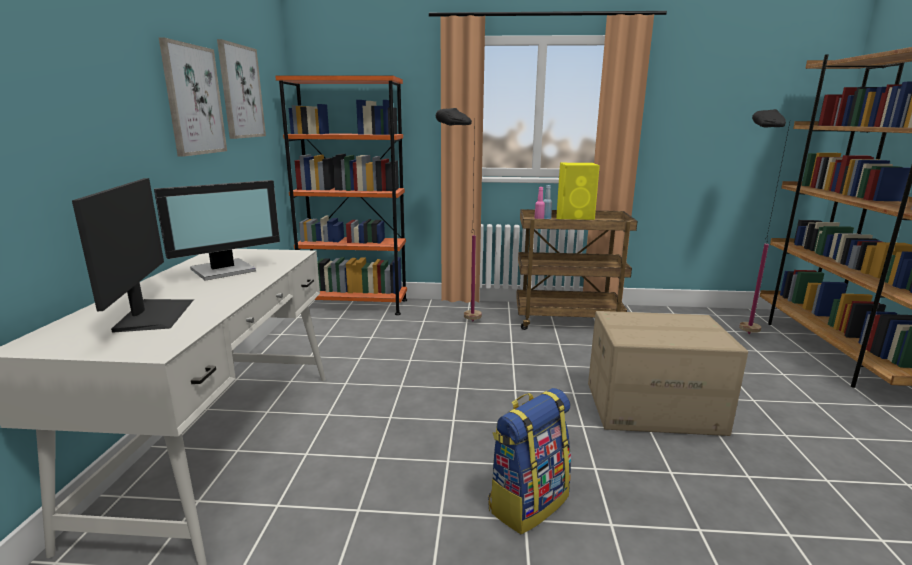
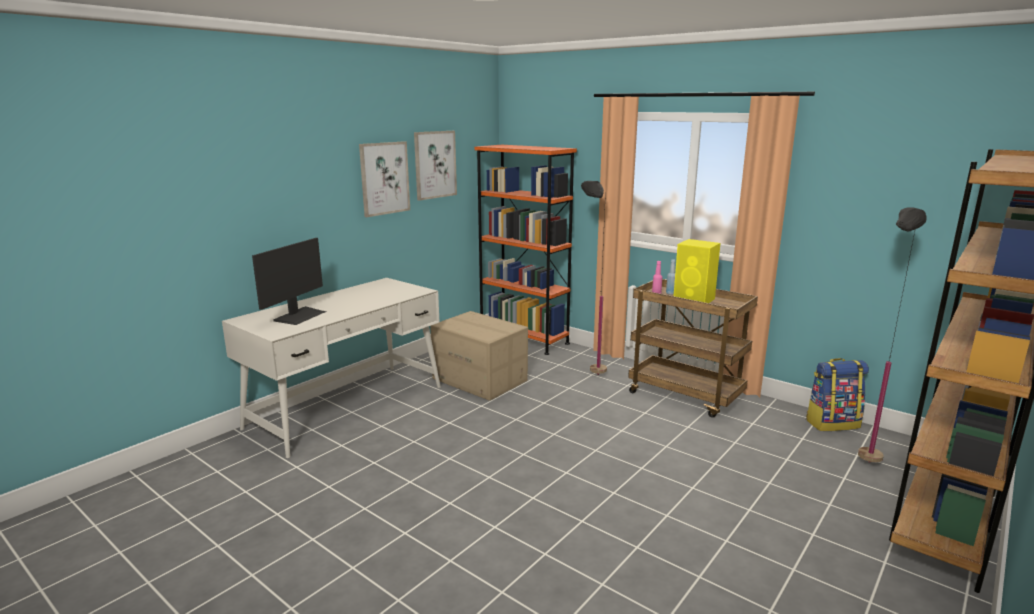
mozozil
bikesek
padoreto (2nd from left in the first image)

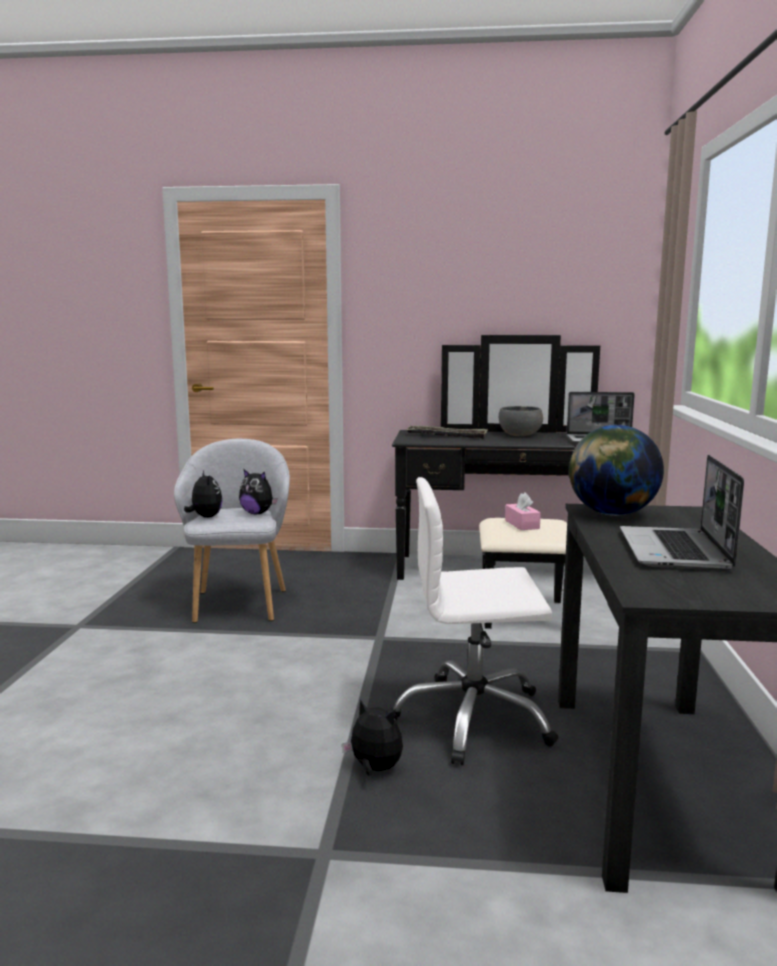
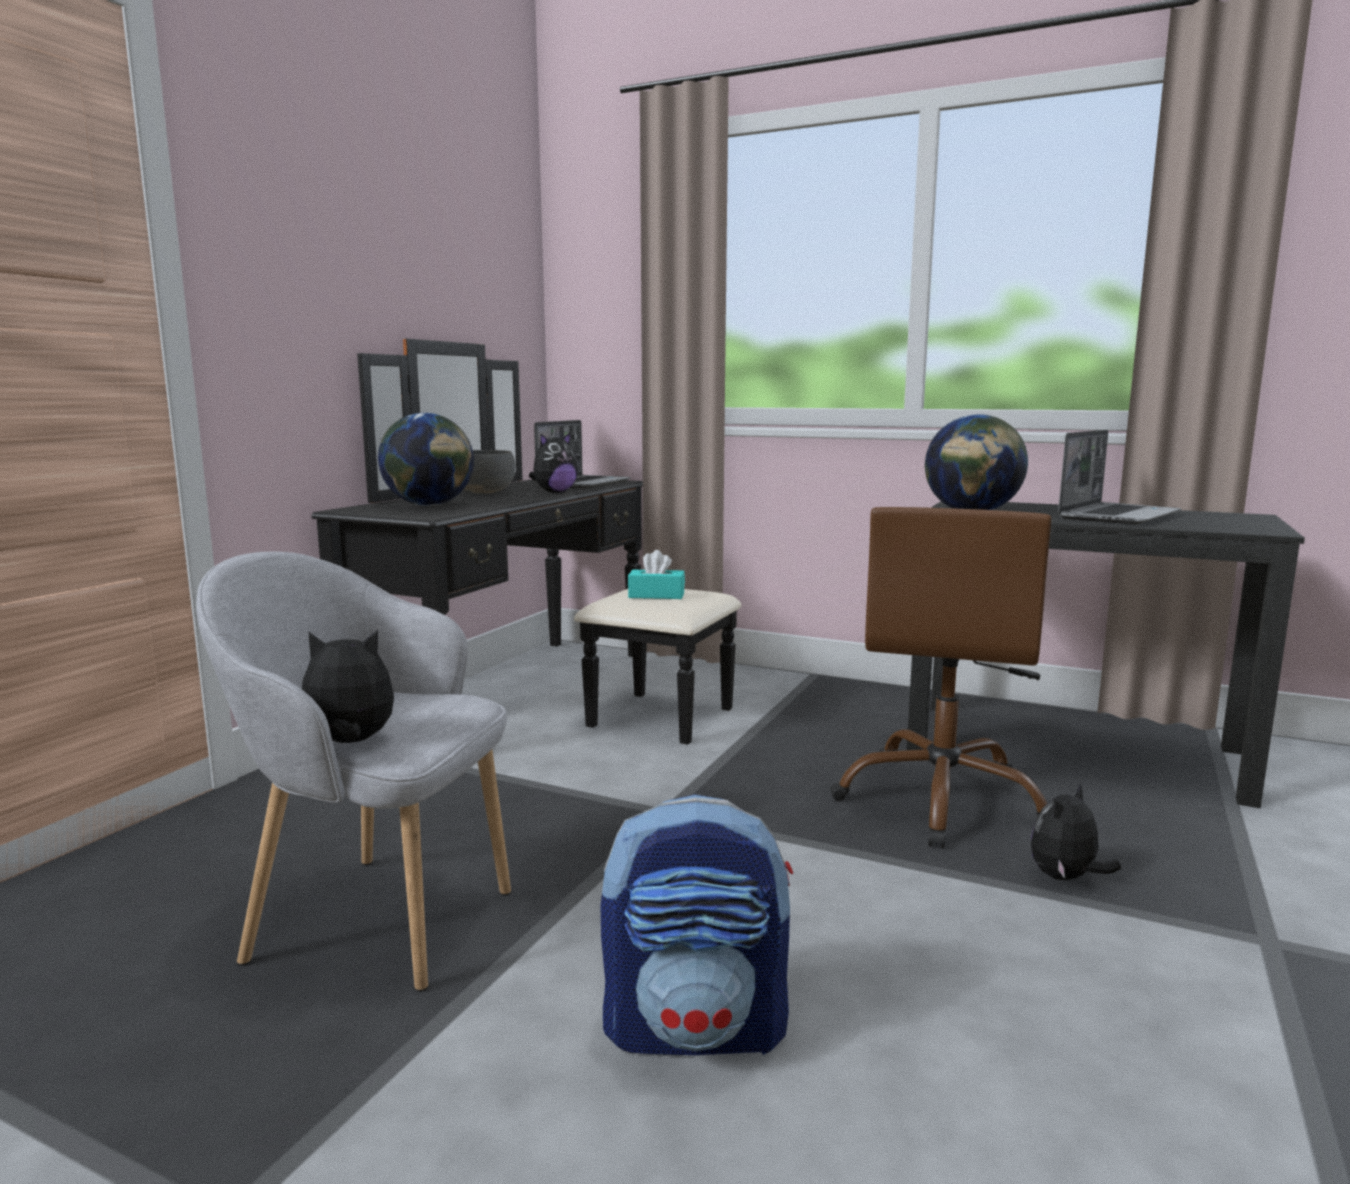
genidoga (1st from left)
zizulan (2nd from left)
bikesek
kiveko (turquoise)
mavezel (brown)
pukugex (2nd from left)

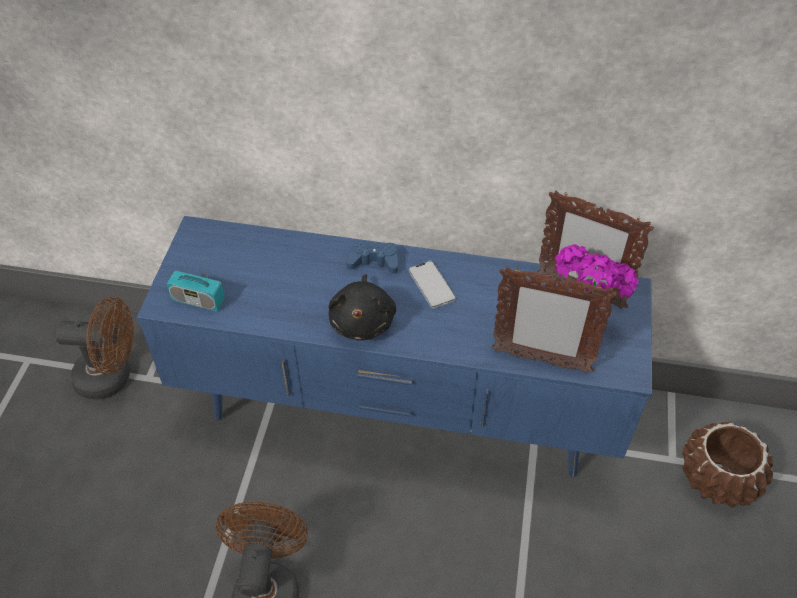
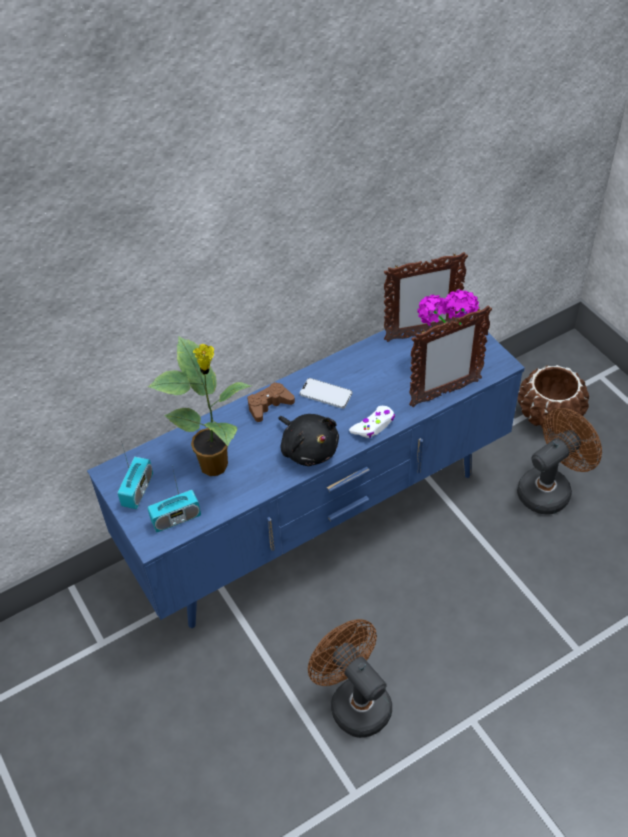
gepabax (1st from left)
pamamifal (1st from left)
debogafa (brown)
debogafa (white)
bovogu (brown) (2nd from left)

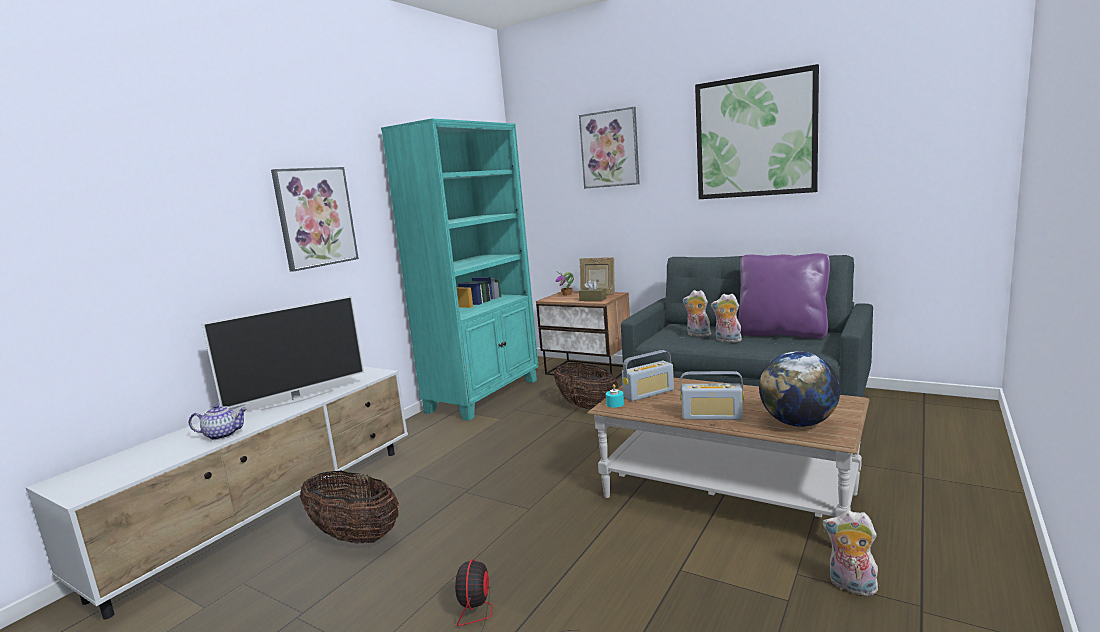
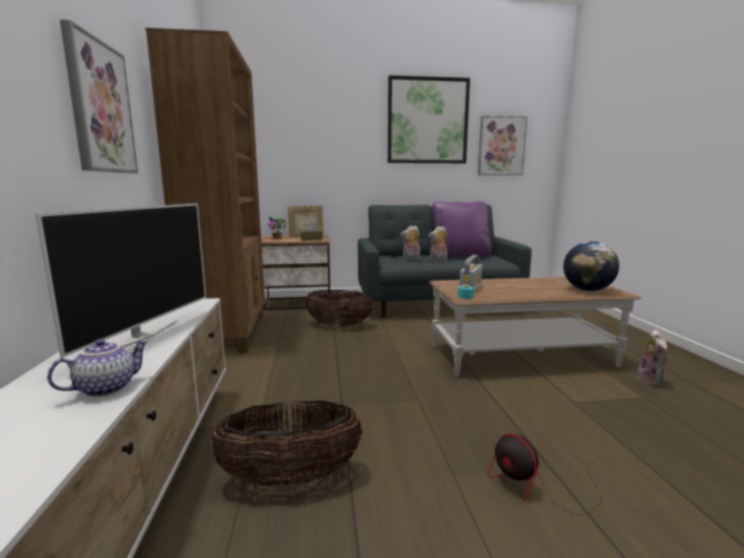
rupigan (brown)
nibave (3rd from left)
zizulan (3rd from left)
gepabax (2nd from left in the first image)

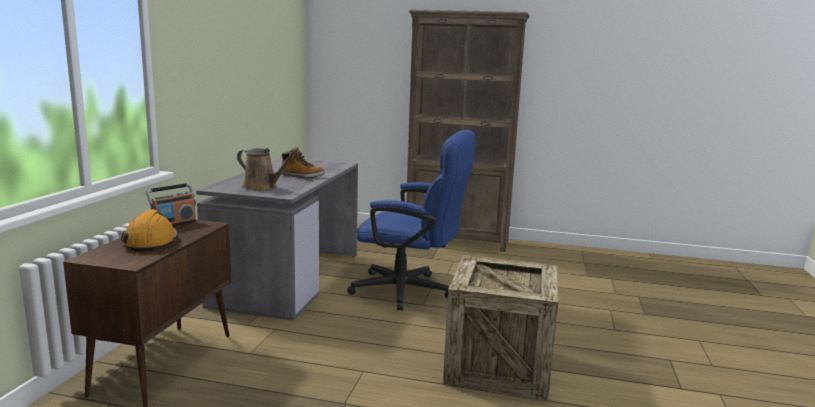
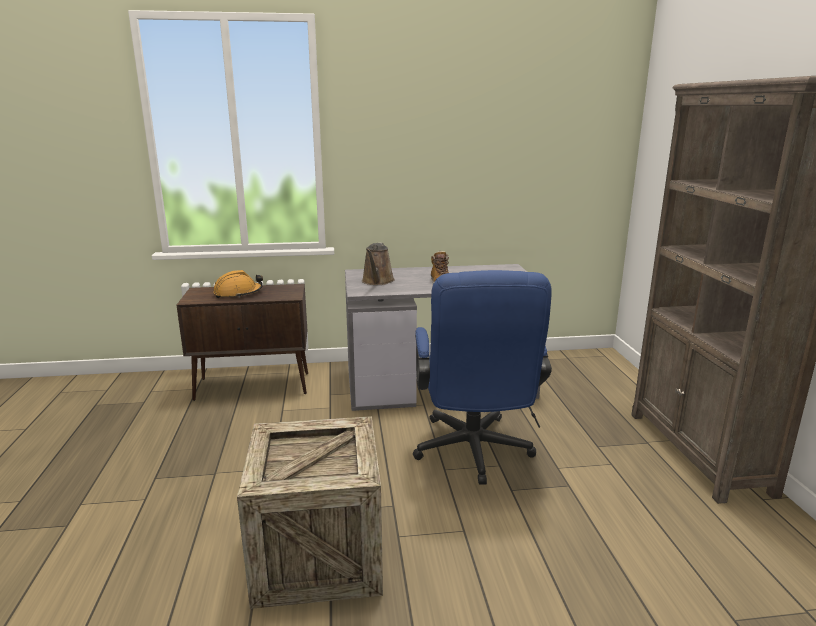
gepabax

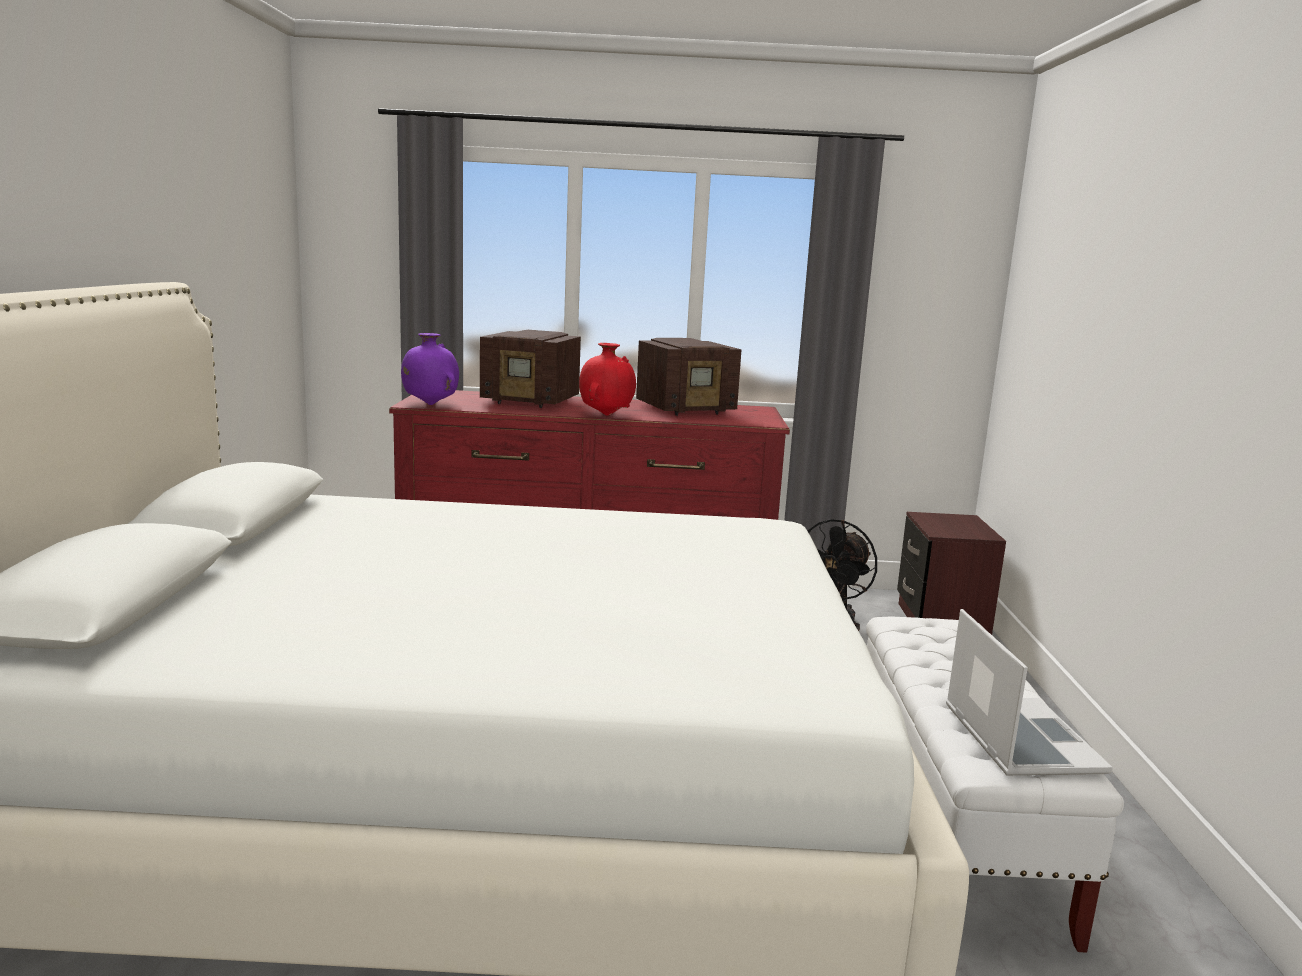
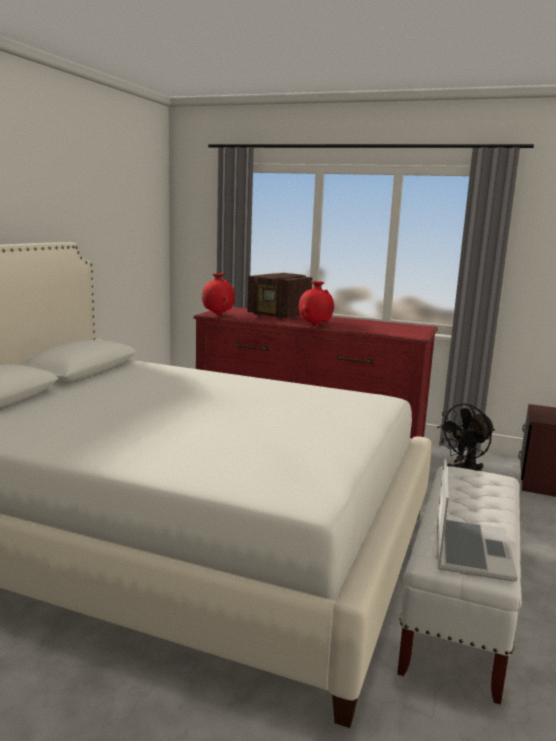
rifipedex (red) (1st from left)
gepabax (2nd from left in the first image)

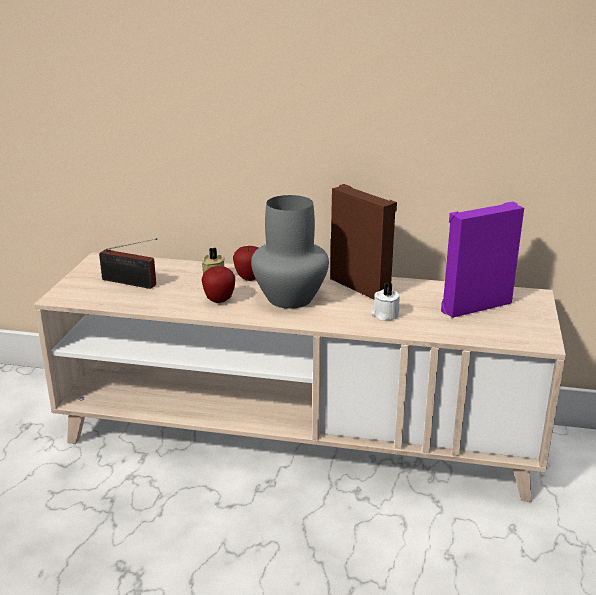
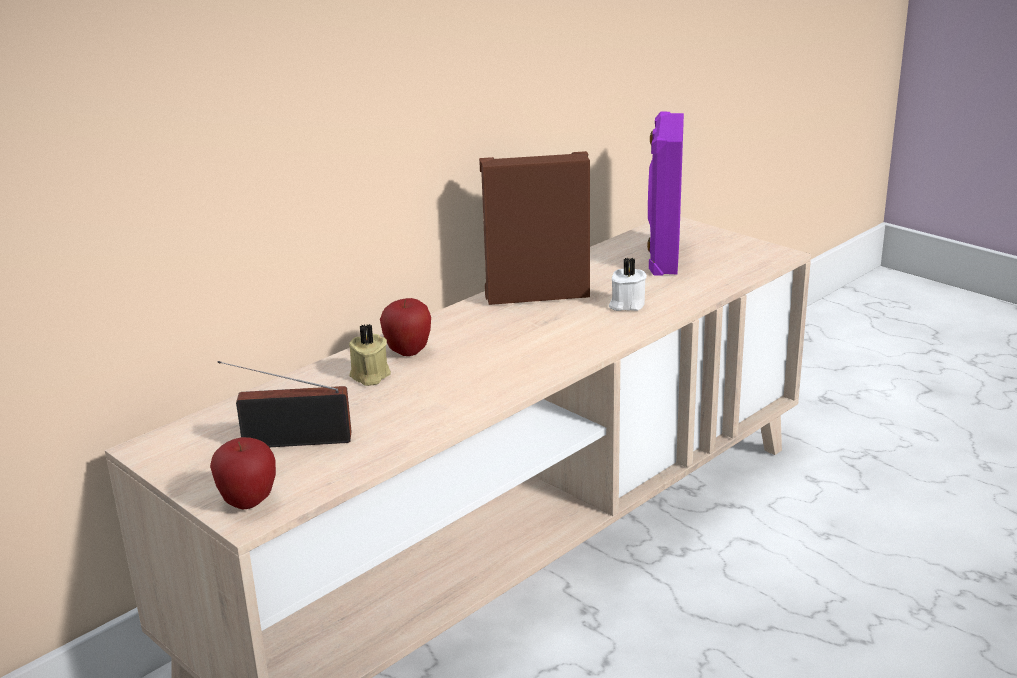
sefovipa (1st from left)
gepabax
rifipedex (grey)

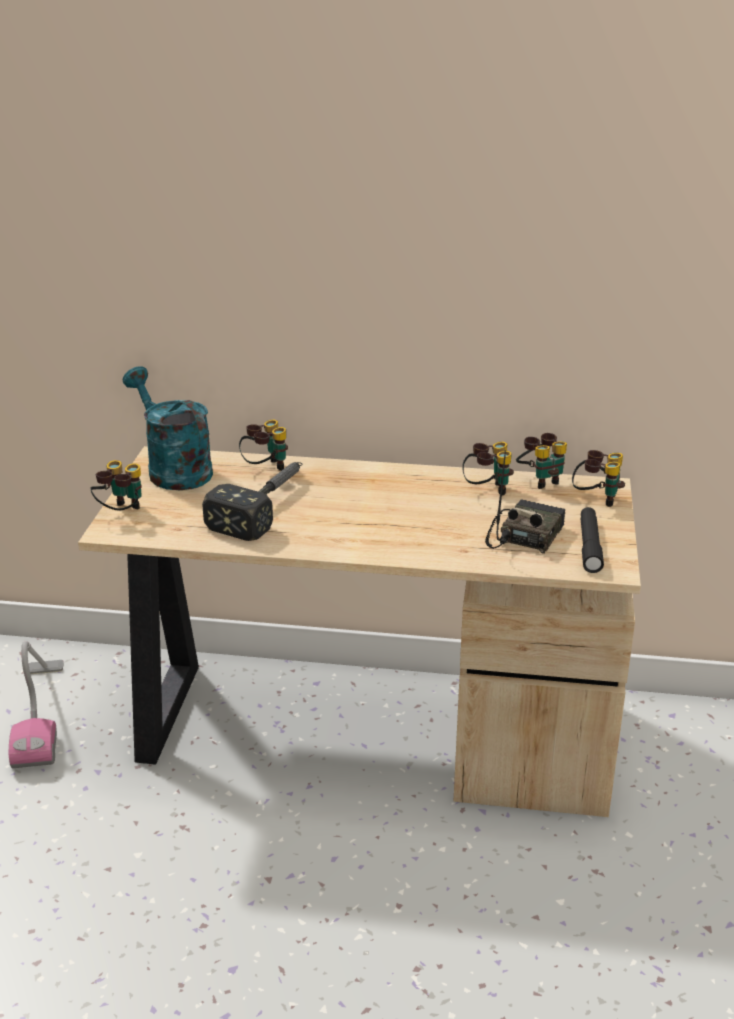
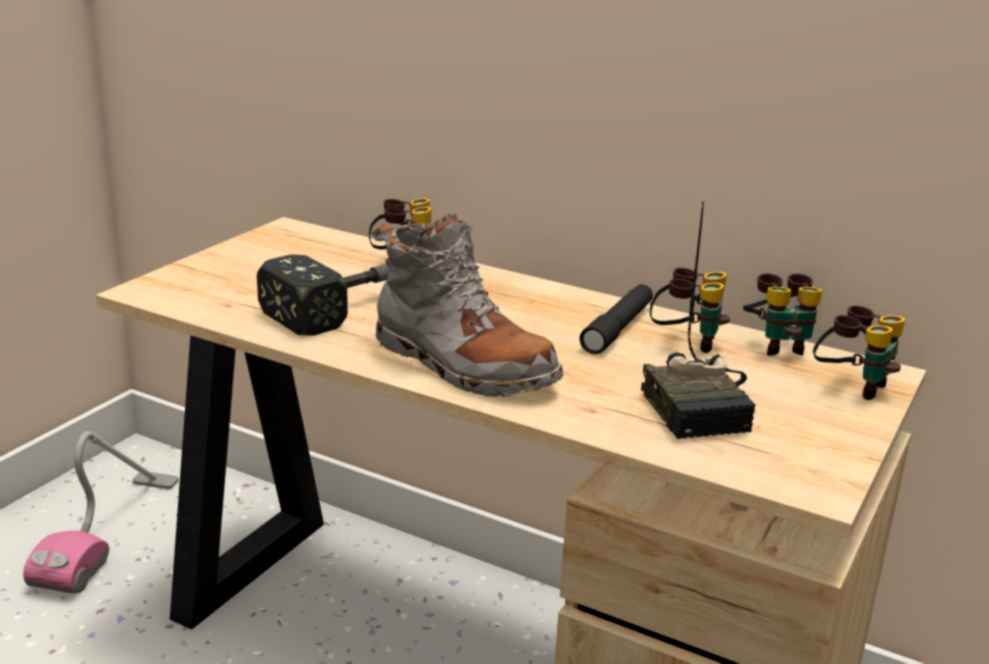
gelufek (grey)
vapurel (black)
gepabax
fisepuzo (1st from left in the first image)
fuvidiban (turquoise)

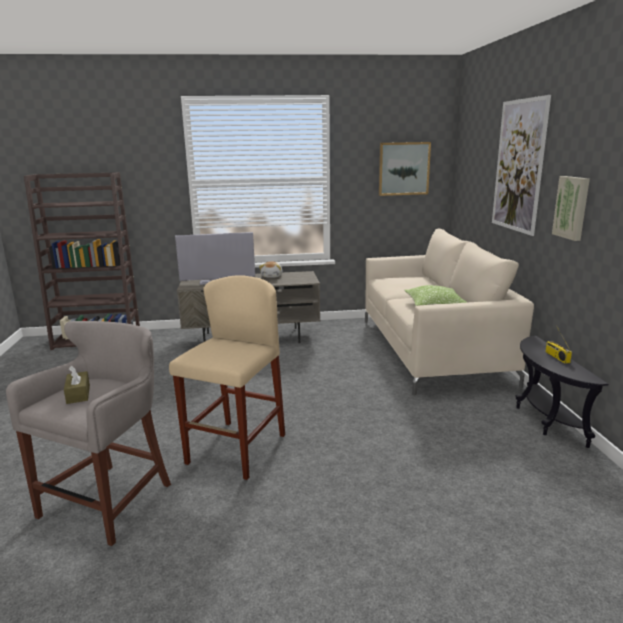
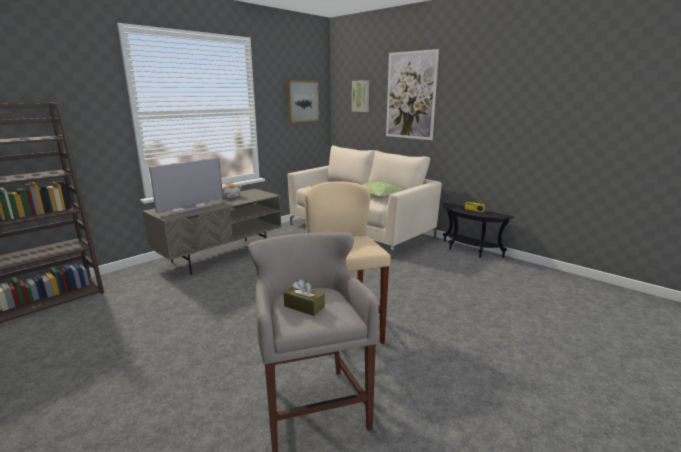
nibave (2nd from left)

